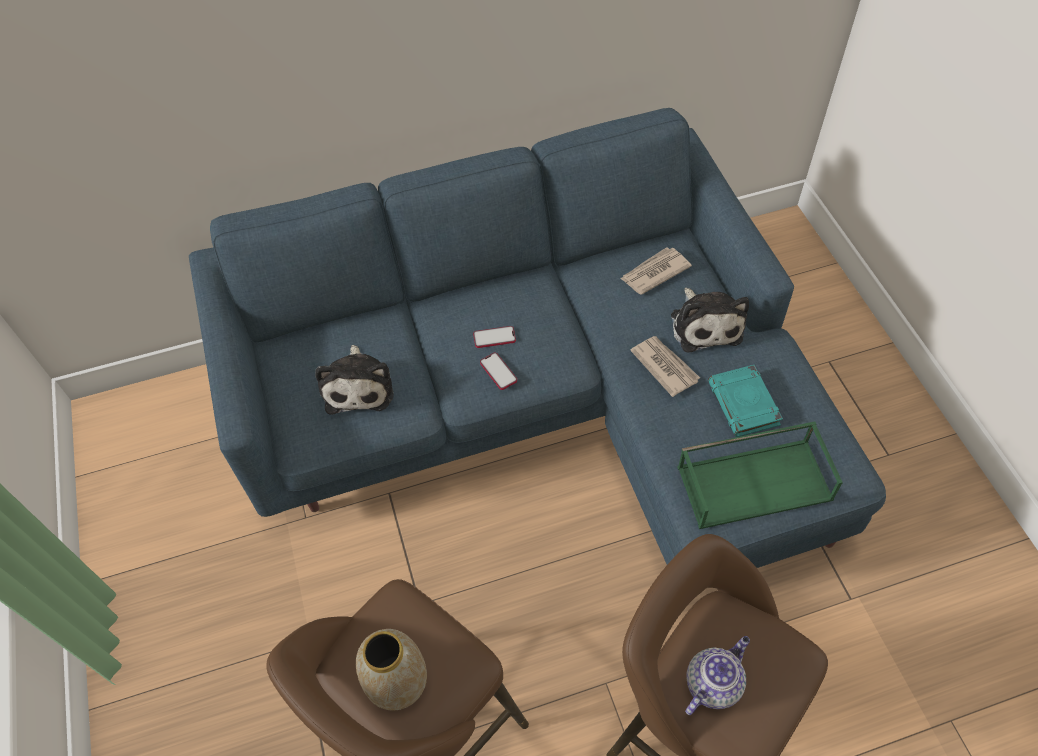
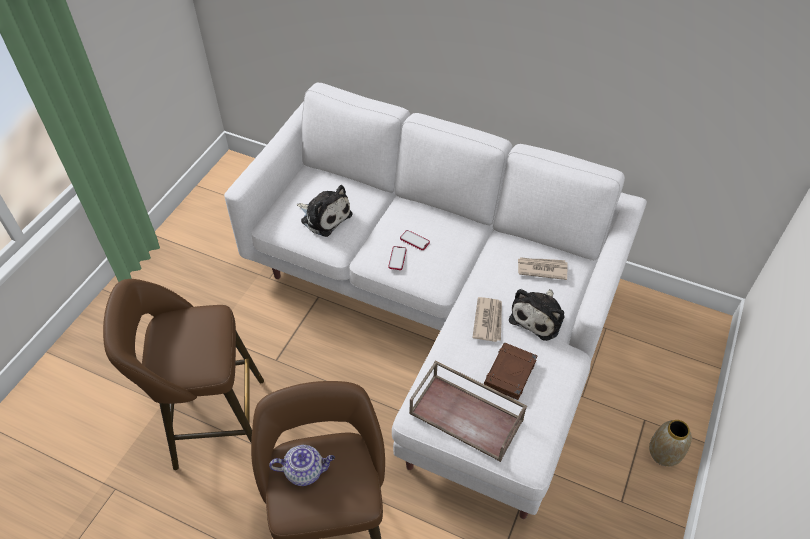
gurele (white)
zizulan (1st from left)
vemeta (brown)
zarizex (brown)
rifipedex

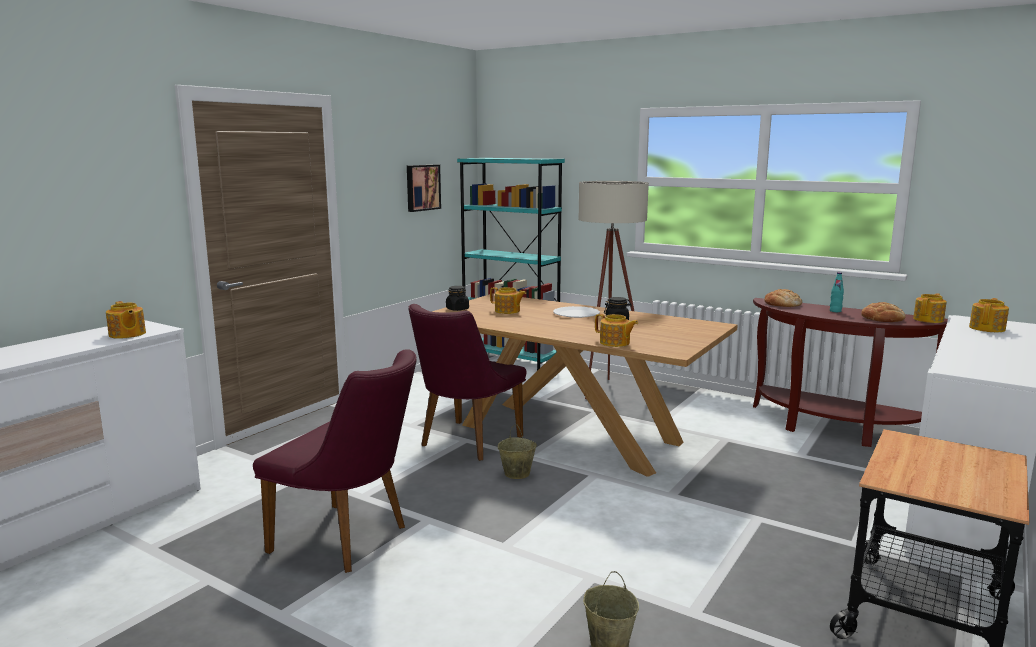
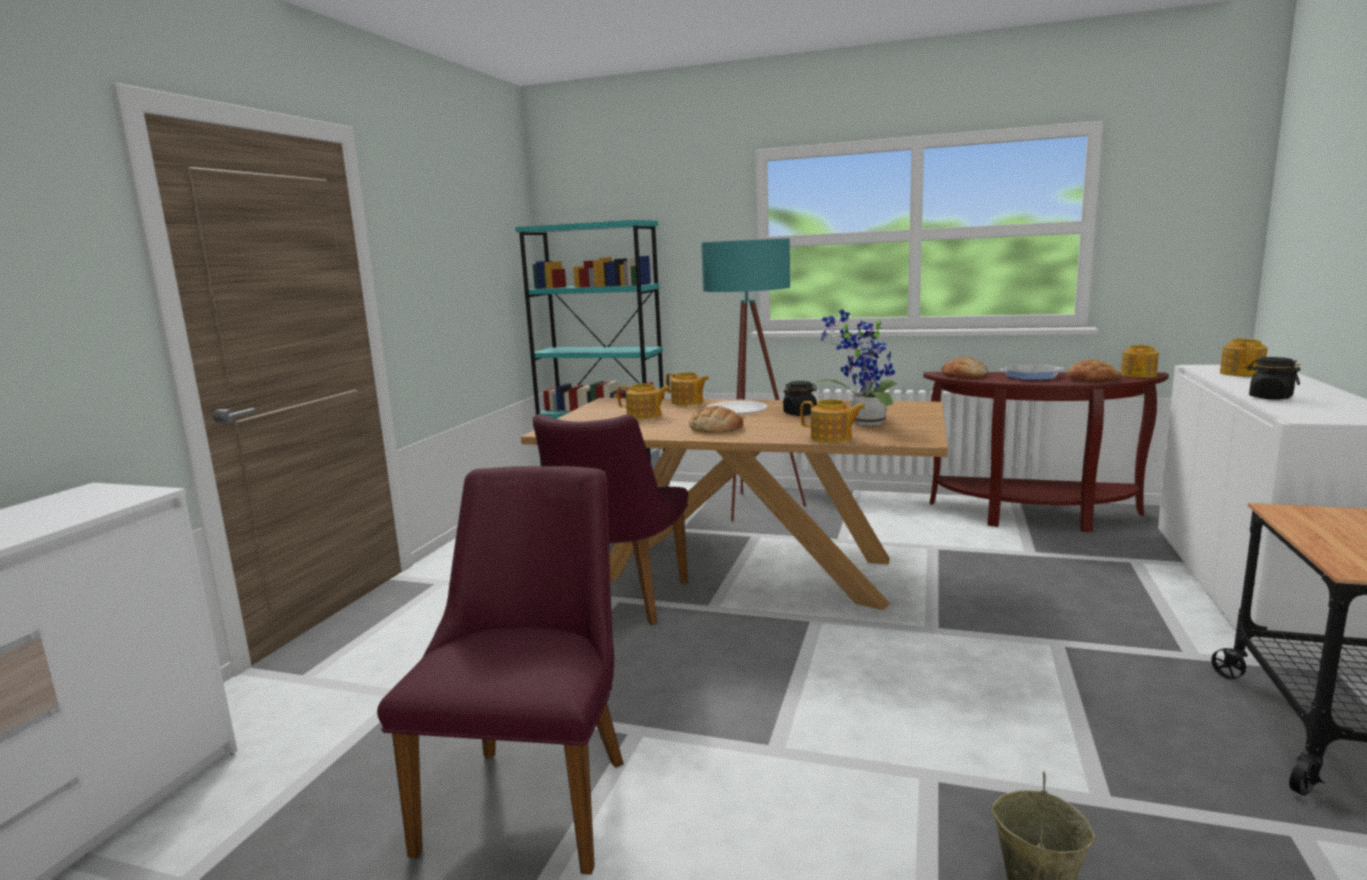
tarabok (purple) (1st from left)
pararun (2nd from left)
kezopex (1st from left)
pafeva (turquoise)
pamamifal
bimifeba
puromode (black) (2nd from left)
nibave
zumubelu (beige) (1st from left in the first image)

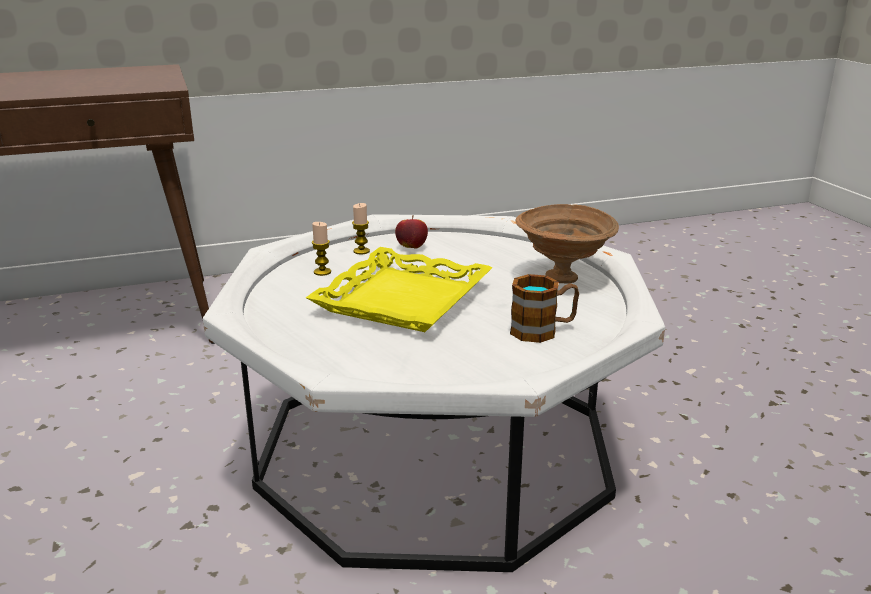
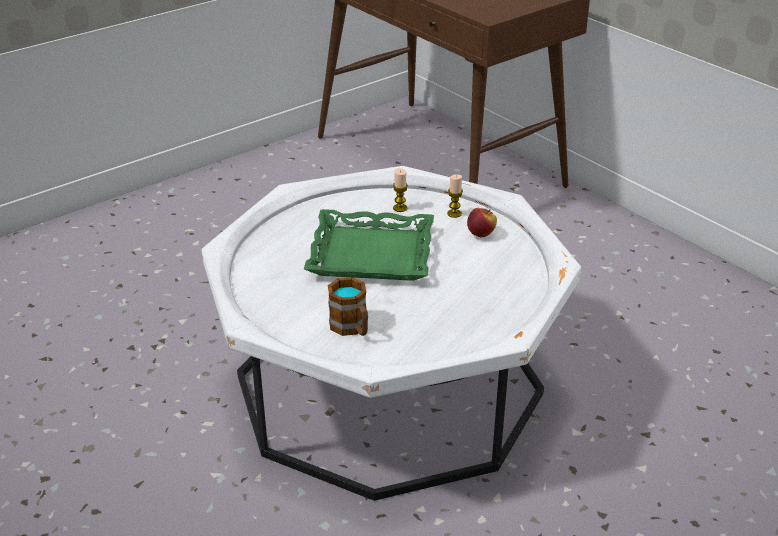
vemeta (green)
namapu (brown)

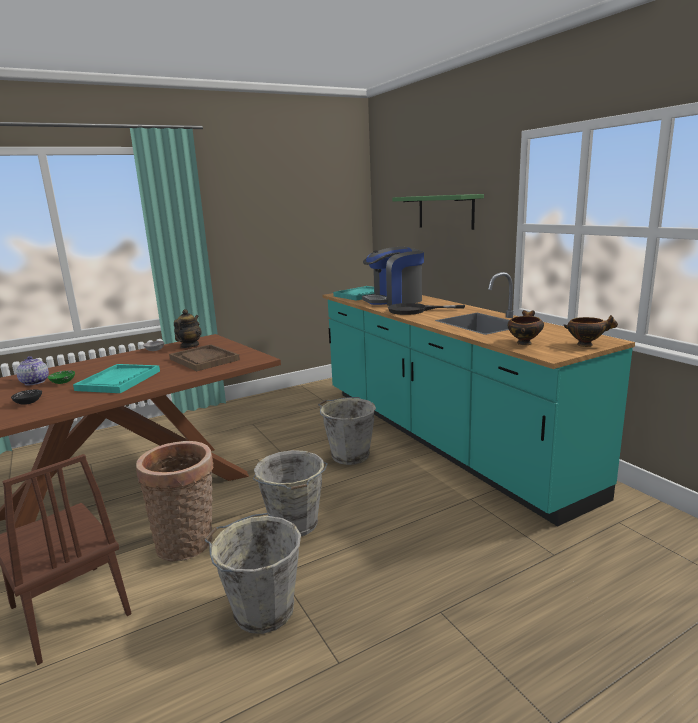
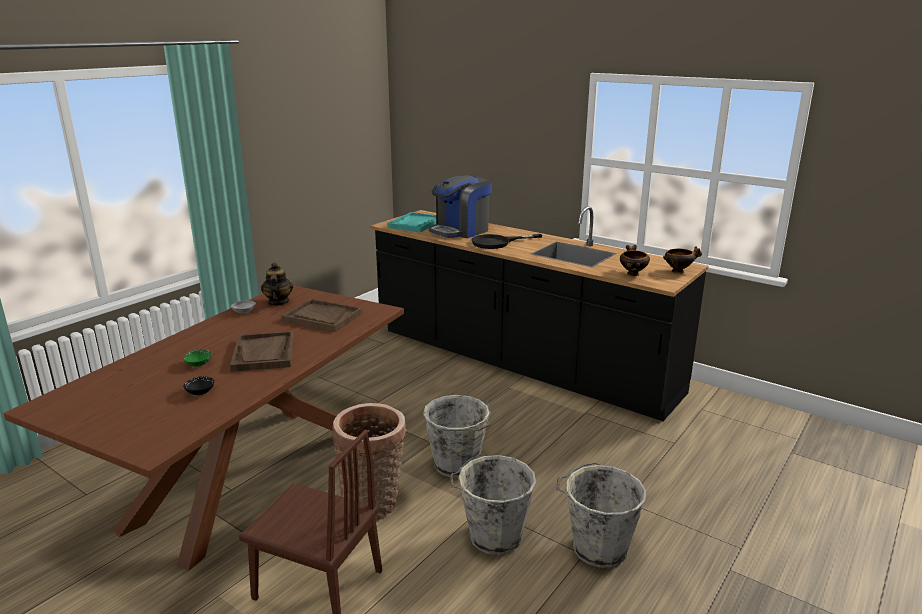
vemeta (brown) (1st from left)
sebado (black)
zumubelu (grey) (3rd from left)
pararun (1st from left in the first image)
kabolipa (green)

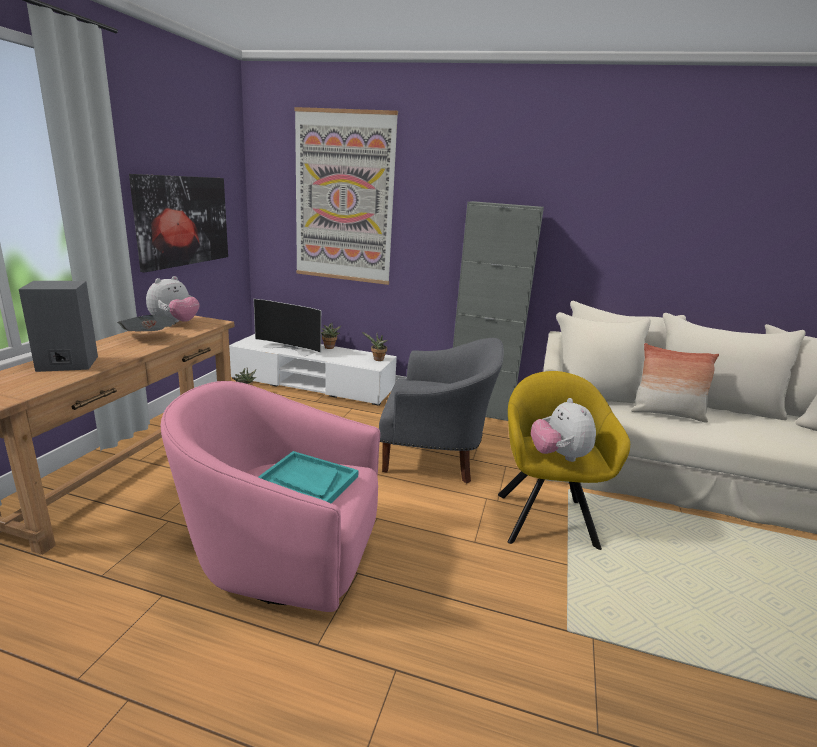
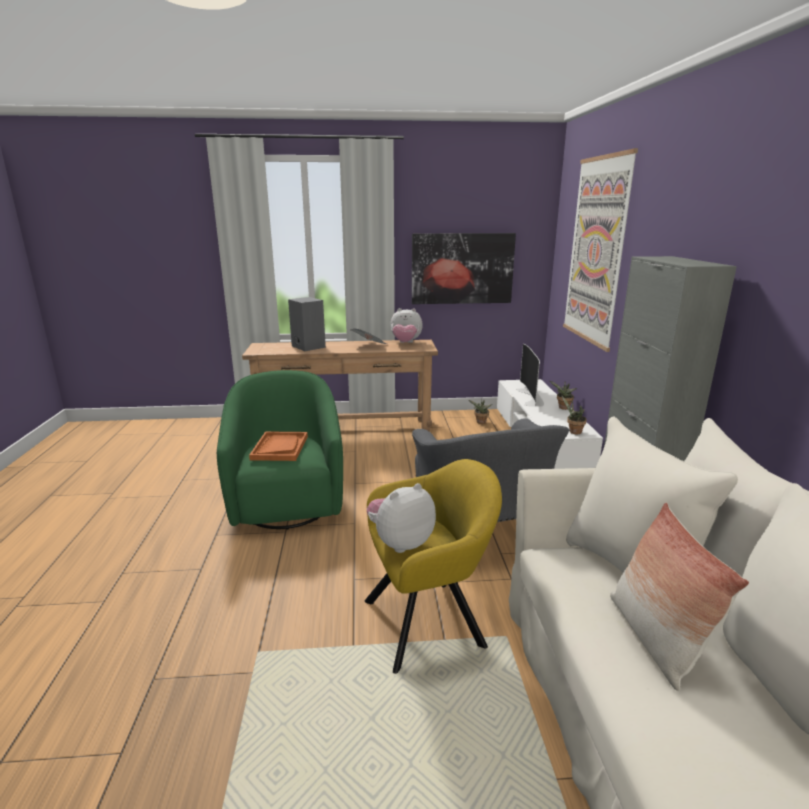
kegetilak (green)
vemeta (orange)

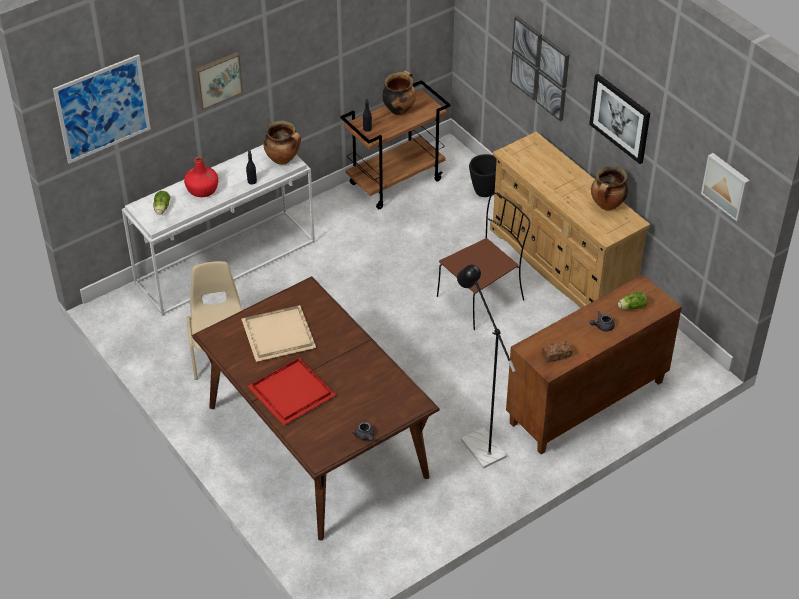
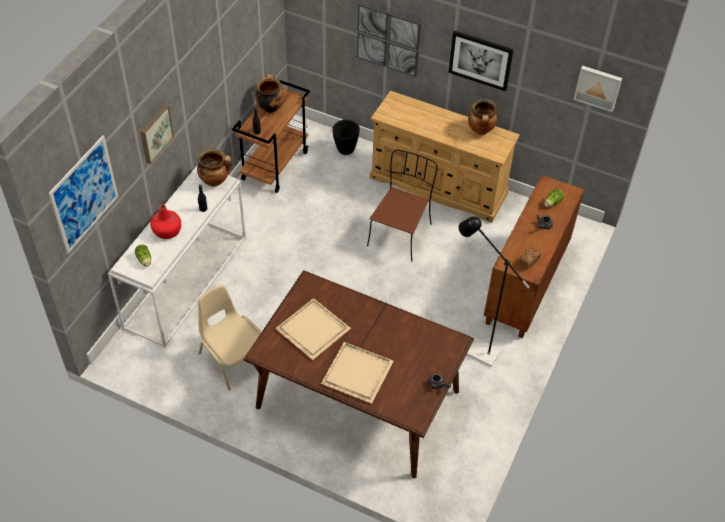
vemeta (beige) (2nd from left)

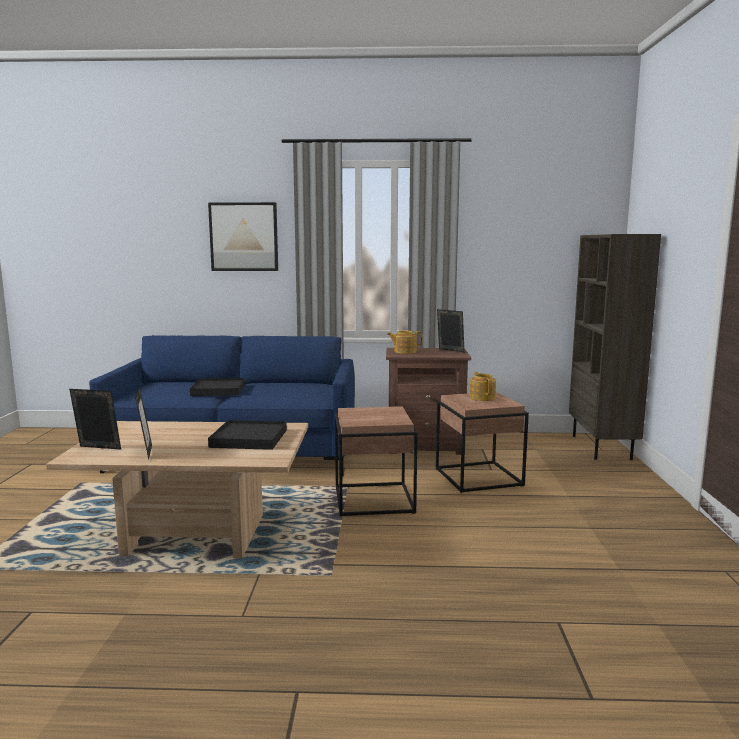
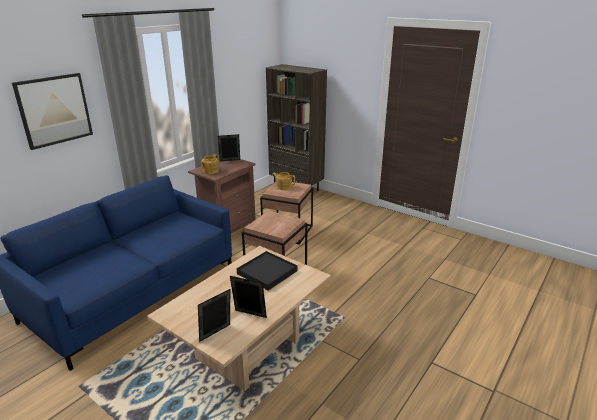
vemeta (black) (1st from left in the first image)

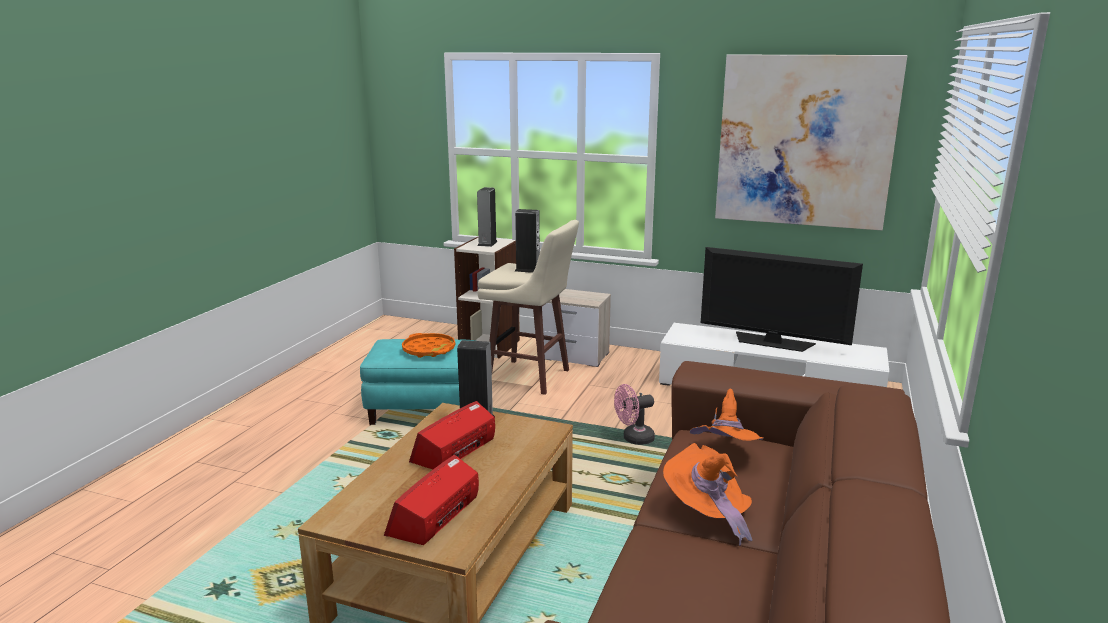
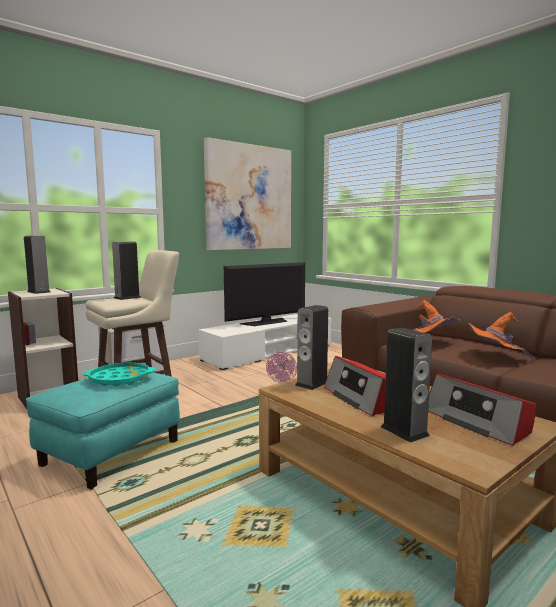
vemeta (turquoise)
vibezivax (4th from left)

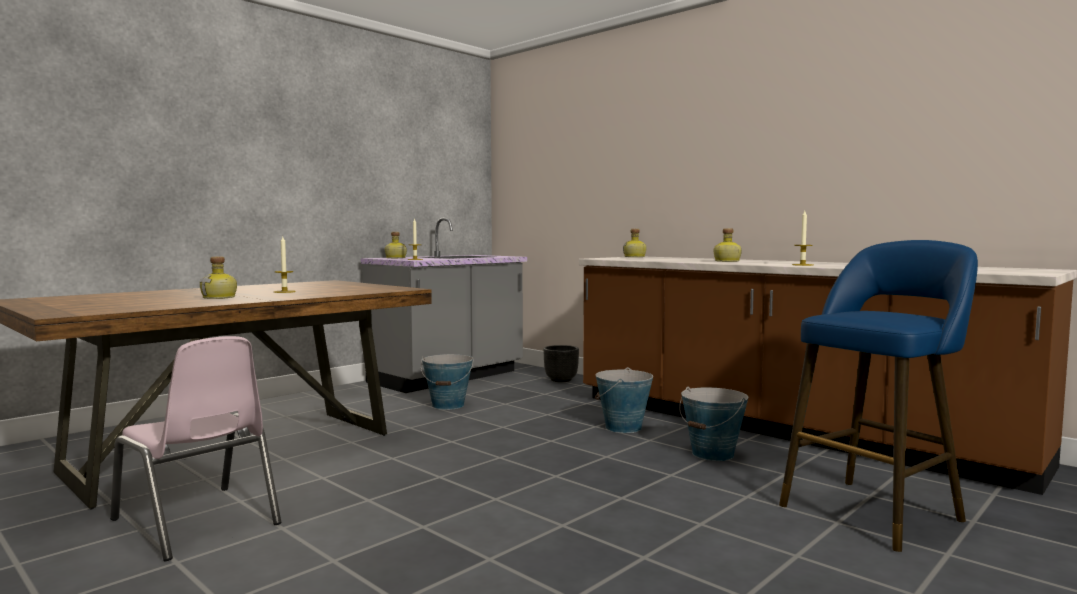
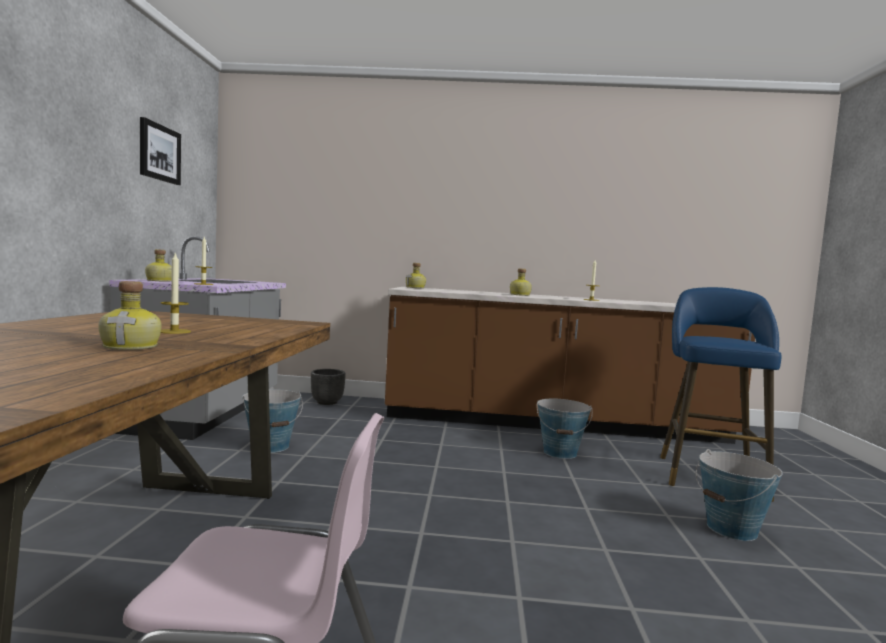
nibave
zumubelu (3rd from left)

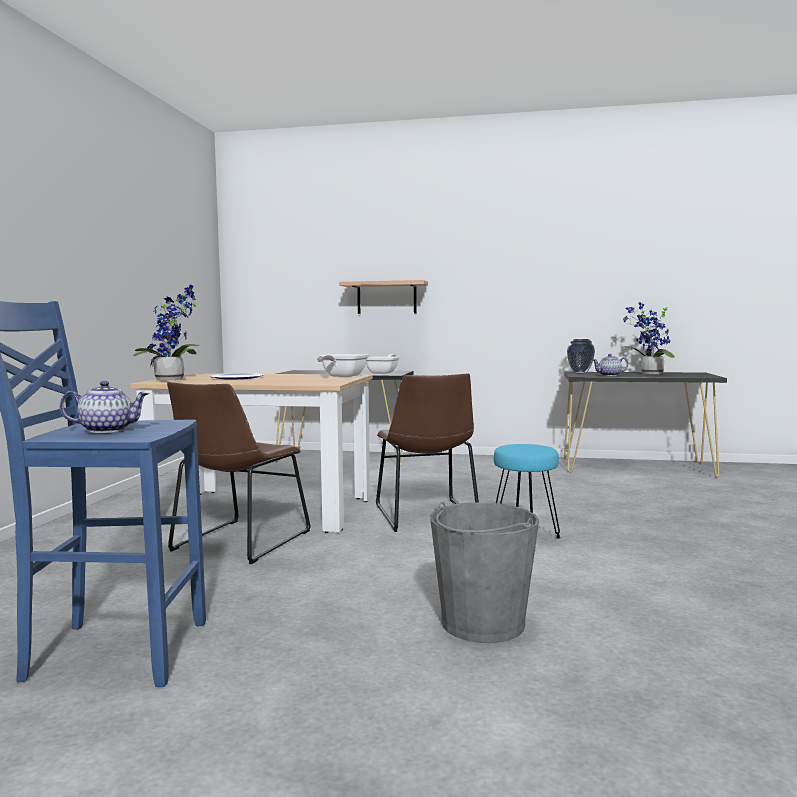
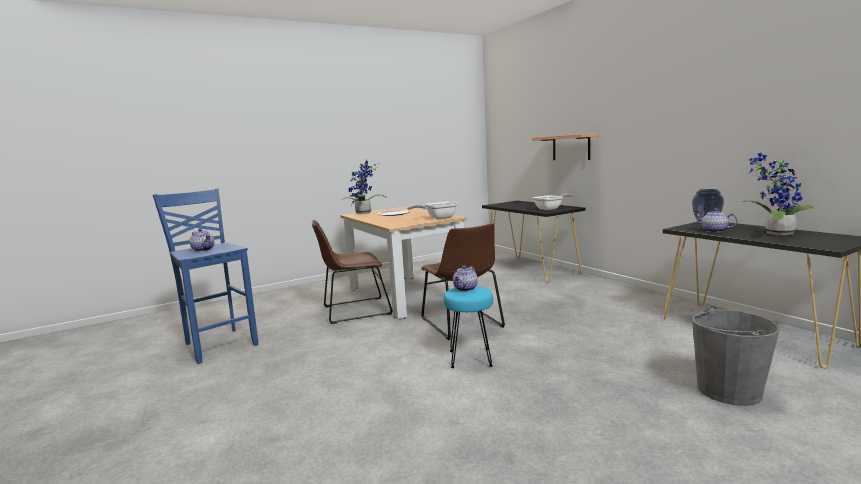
tarabok (brown) (2nd from left)
pararun (2nd from left)
zumubelu (grey)

